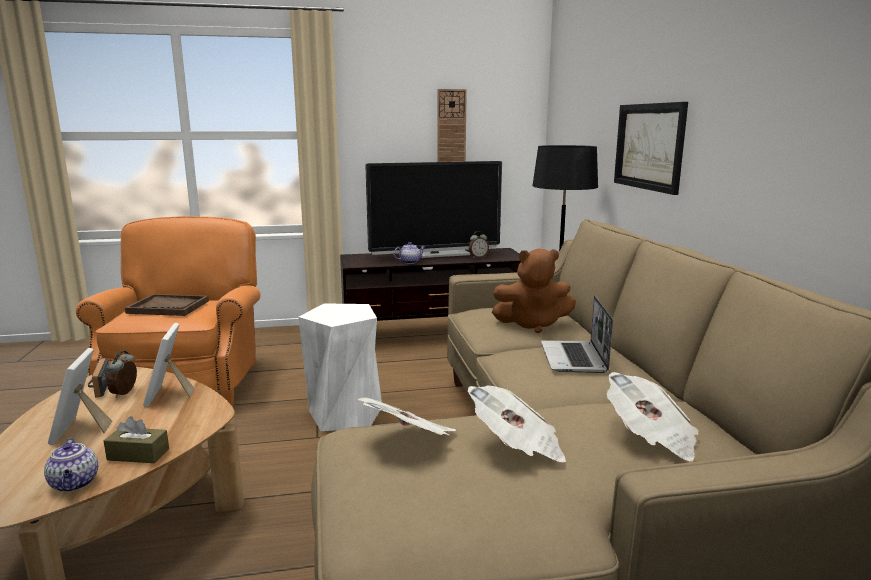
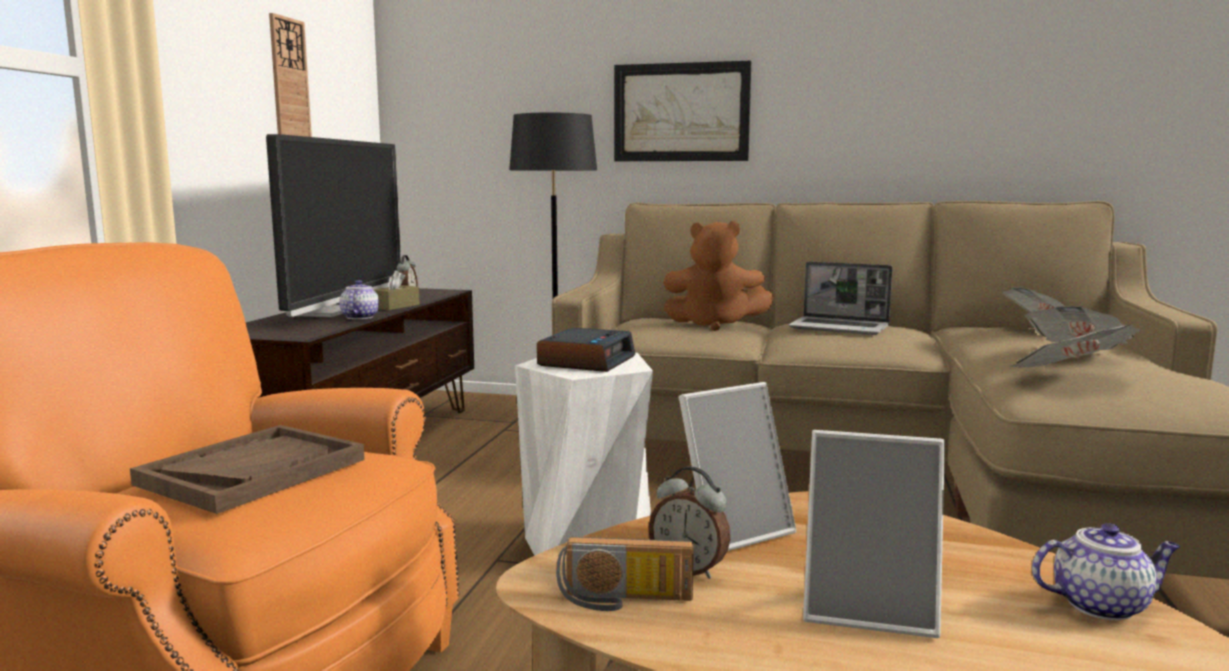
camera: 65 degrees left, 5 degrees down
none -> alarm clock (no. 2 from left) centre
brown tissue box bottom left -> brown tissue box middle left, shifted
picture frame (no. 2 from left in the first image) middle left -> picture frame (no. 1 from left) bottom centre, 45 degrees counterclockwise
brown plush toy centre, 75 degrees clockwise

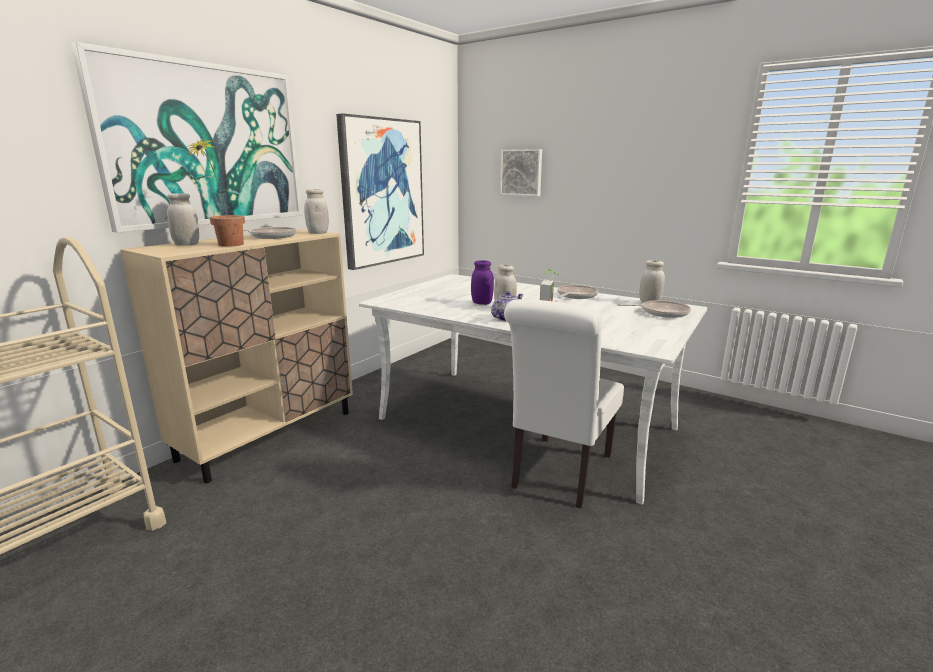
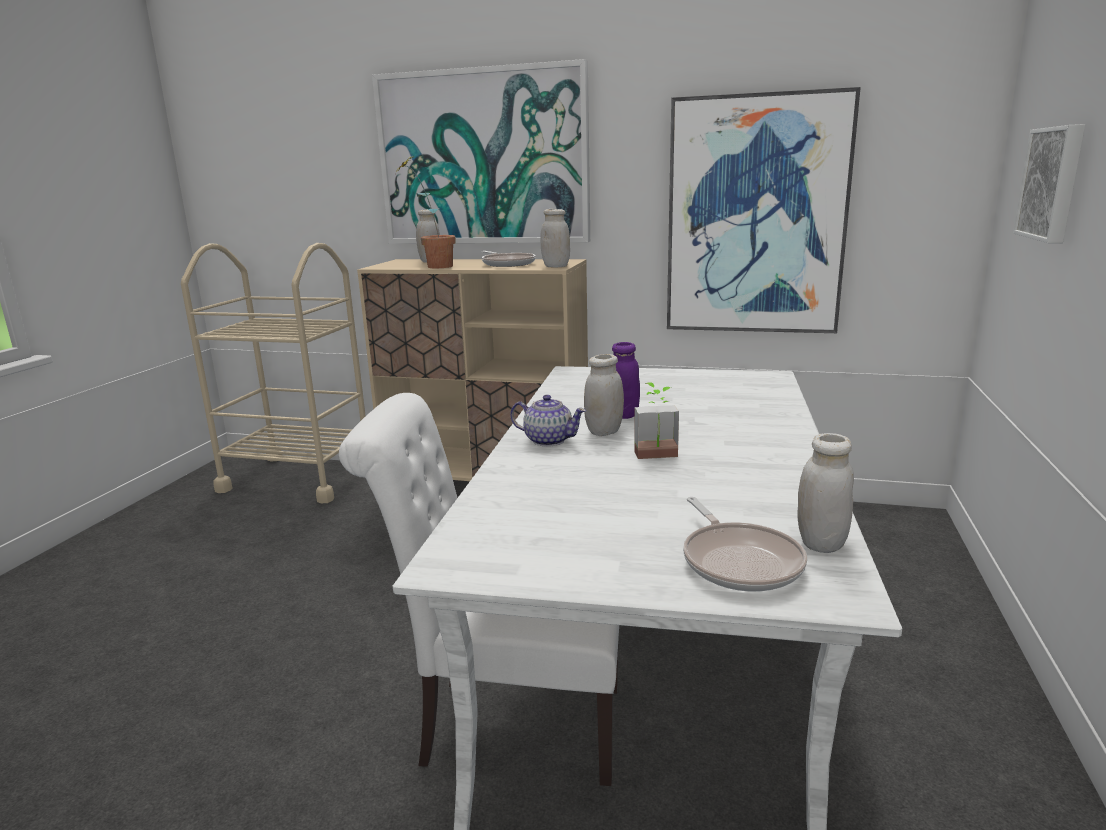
camera: 70 degrees right, 0 degrees up
frying pan (no. 2 from left) centre -> none

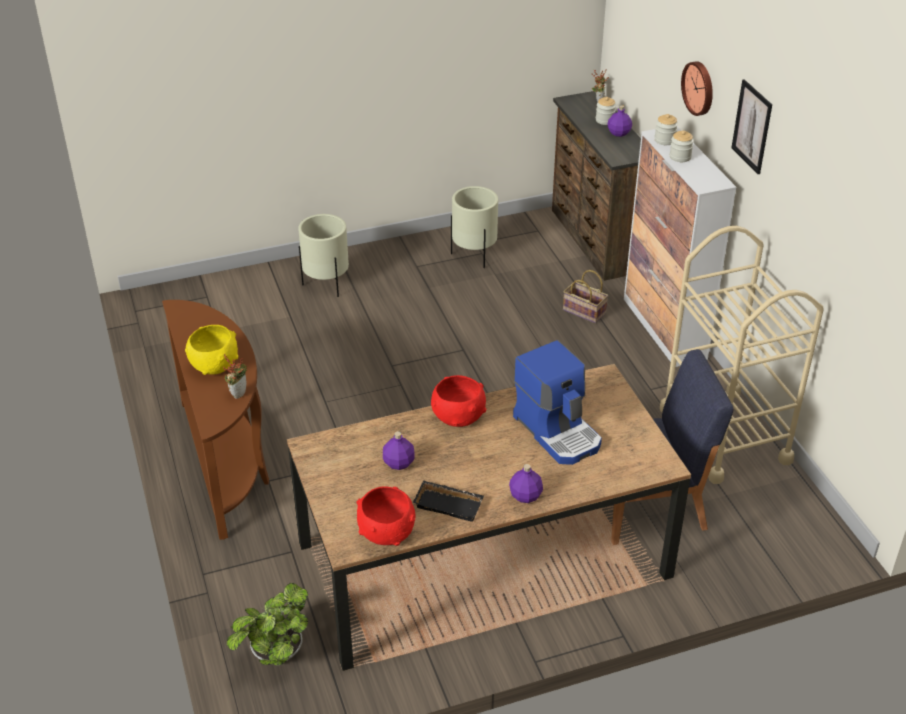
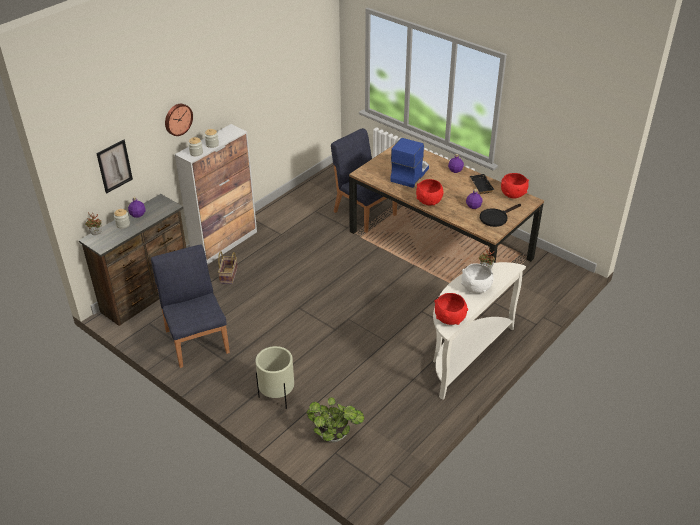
camera: 120 degrees left, 0 degrees up
beige cart middle right -> none
none -> red bowl (no. 2 from left) centre
none -> black frying pan middle right
potted plant (no. 2 from left) bottom left -> potted plant (no. 2 from left) bottom centre, shifted
picture top right -> picture top left, shifted
beige planter (no. 2 from left) top centre -> blue chair (no. 1 from left) middle left
brown console table middle left -> white console table middle right
yellow bowl middle left -> white bowl middle right

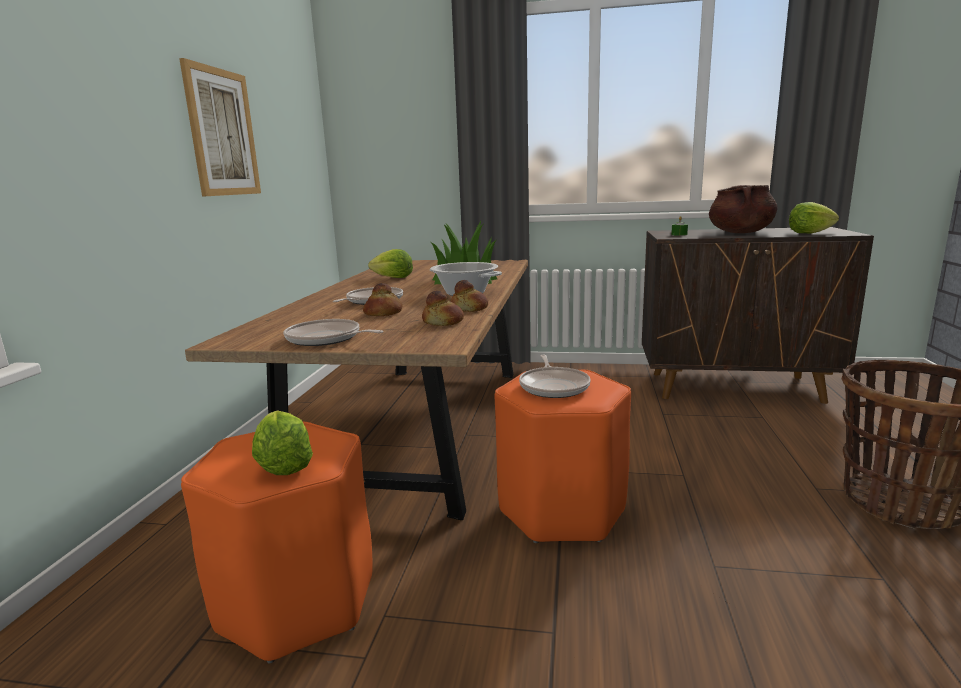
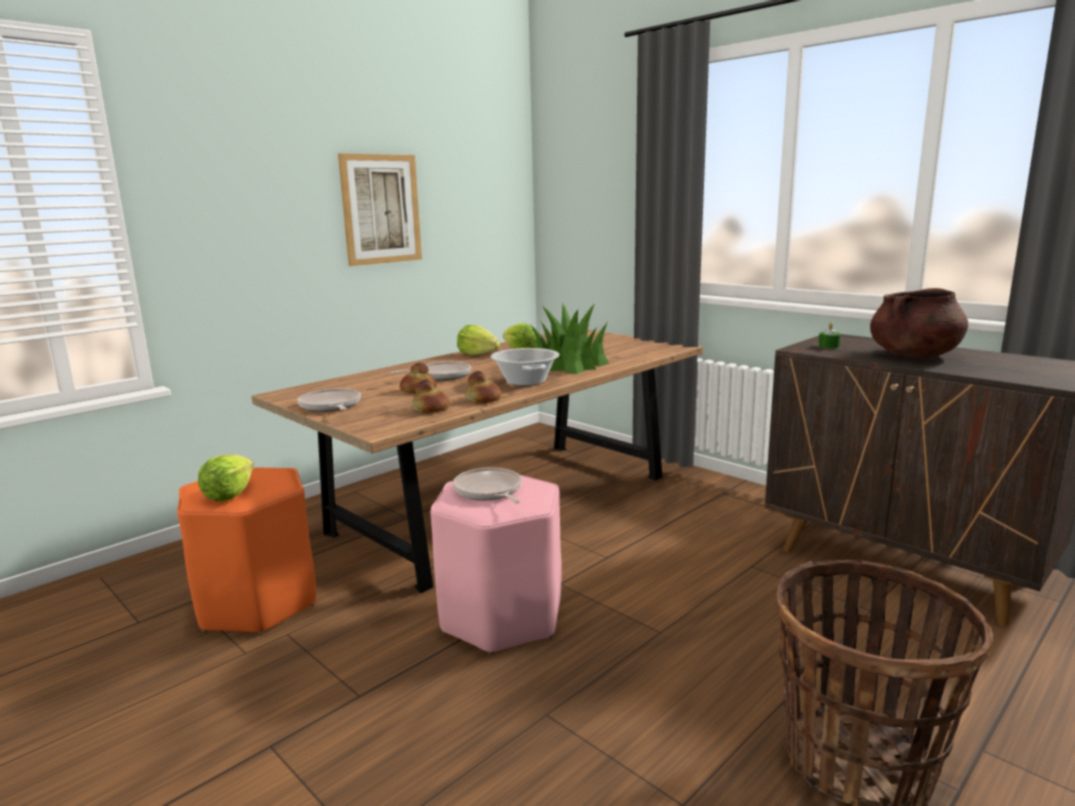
camera: 35 degrees right, 0 degrees up
lettuce (no. 3 from left in the first image) top right -> lettuce (no. 2 from left) centre, shifted
orange stool (no. 2 from left) centre -> pink stool bottom centre
frying pan (no. 3 from left) centre, 120 degrees clockwise

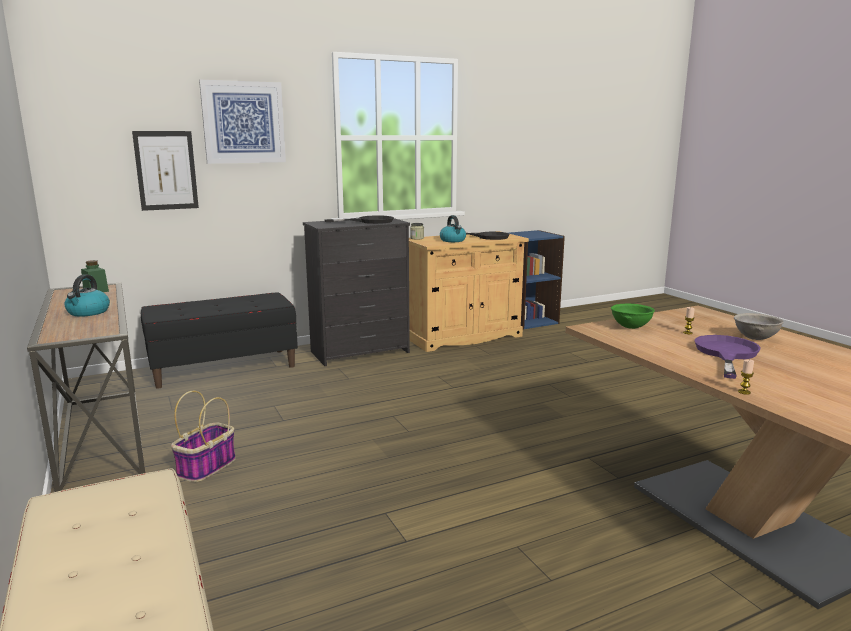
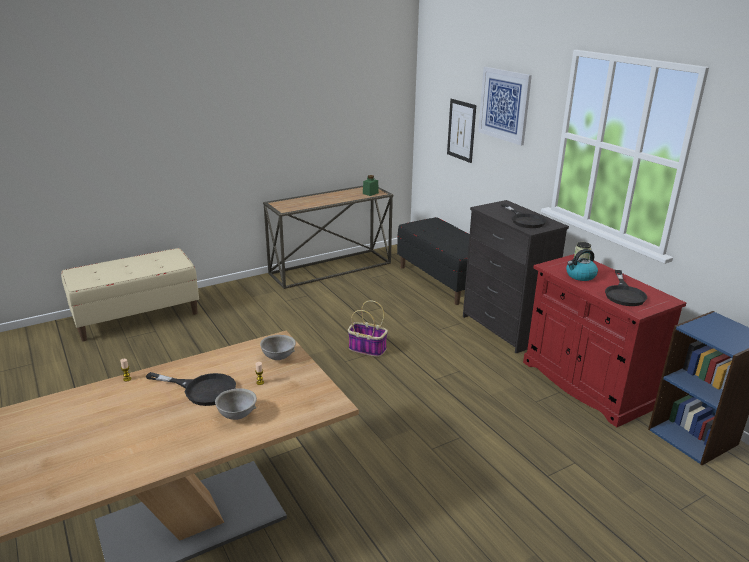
camera: 85 degrees right, 10 degrees up
kettle (no. 1 from left) middle left -> none
basket bottom left -> basket centre, shifted
beige cabinet centre -> red cabinet middle right
green bowl middle right -> grey bowl (no. 2 from left) centre
purple frying pan middle right -> black frying pan (no. 1 from left) bottom left

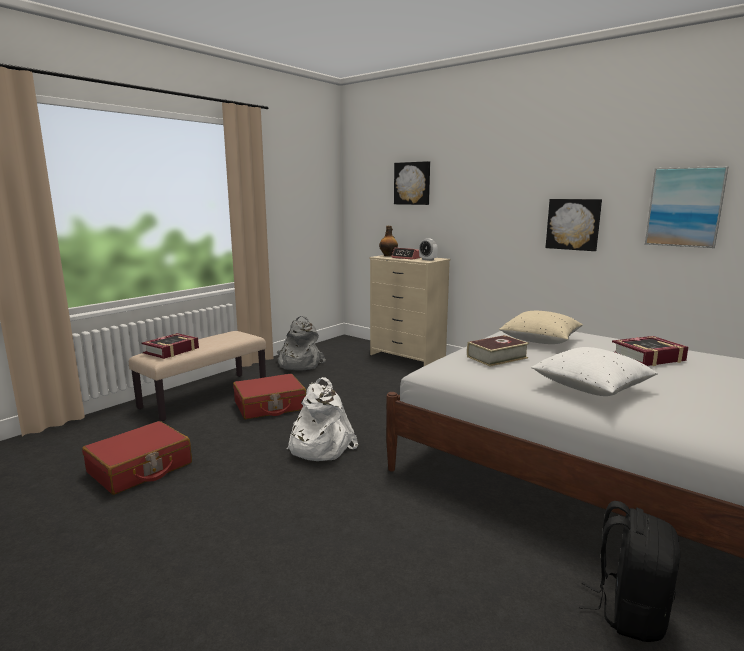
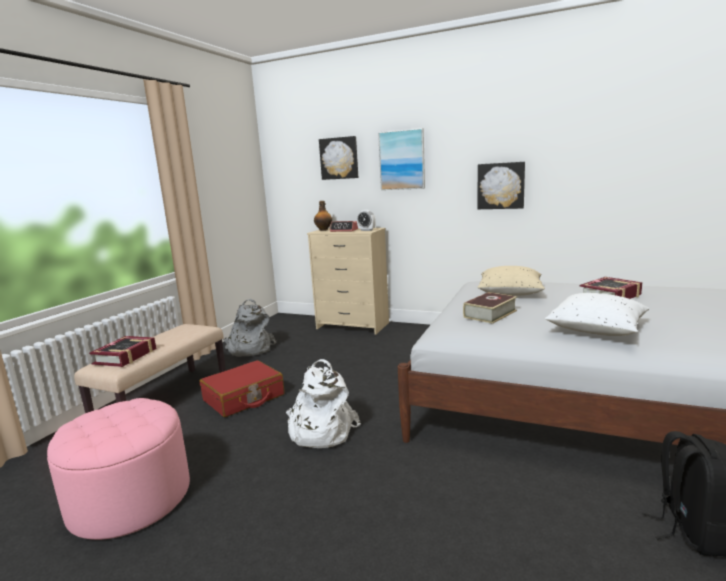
camera: 15 degrees left, 0 degrees up
picture (no. 3 from left in the first image) top right -> picture (no. 2 from left) top centre, shifted
red suitcase (no. 1 from left) bottom left -> pink ottoman bottom left

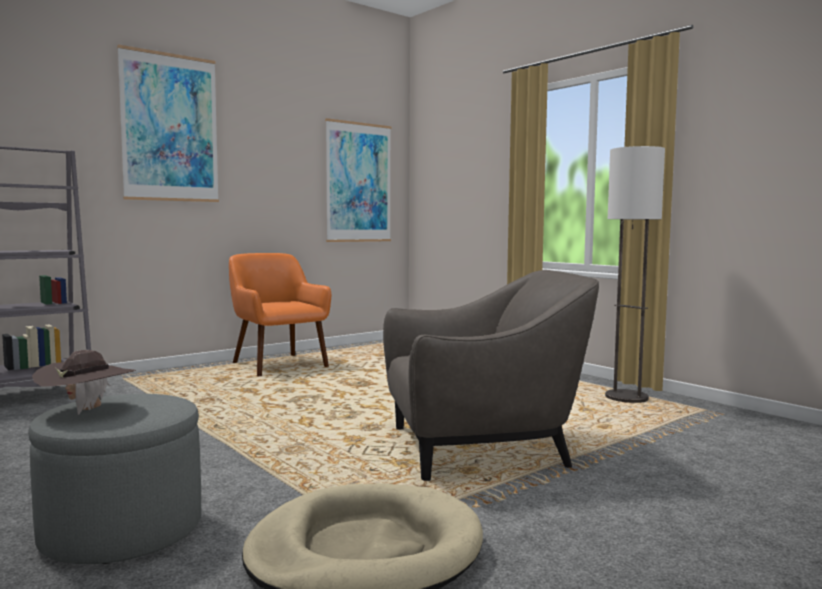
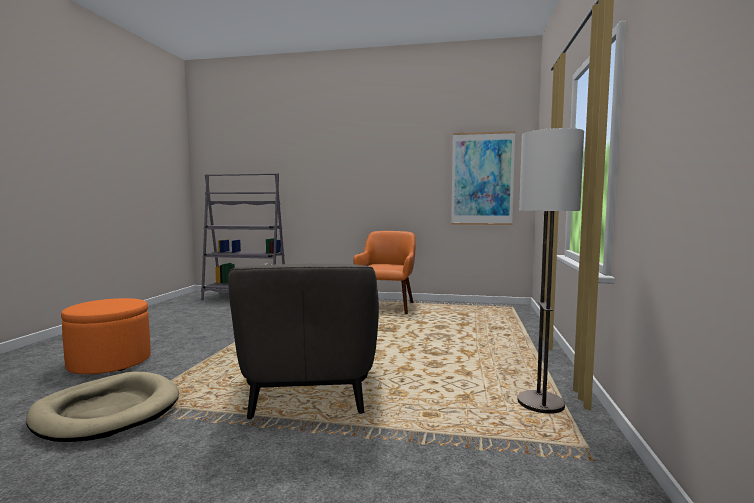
camera: 50 degrees right, 0 degrees up
brown hat middle left -> none
picture (no. 1 from left) top left -> none
grey ottoman bottom left -> orange ottoman bottom left
grey armchair centre -> grey armchair bottom centre, 45 degrees clockwise

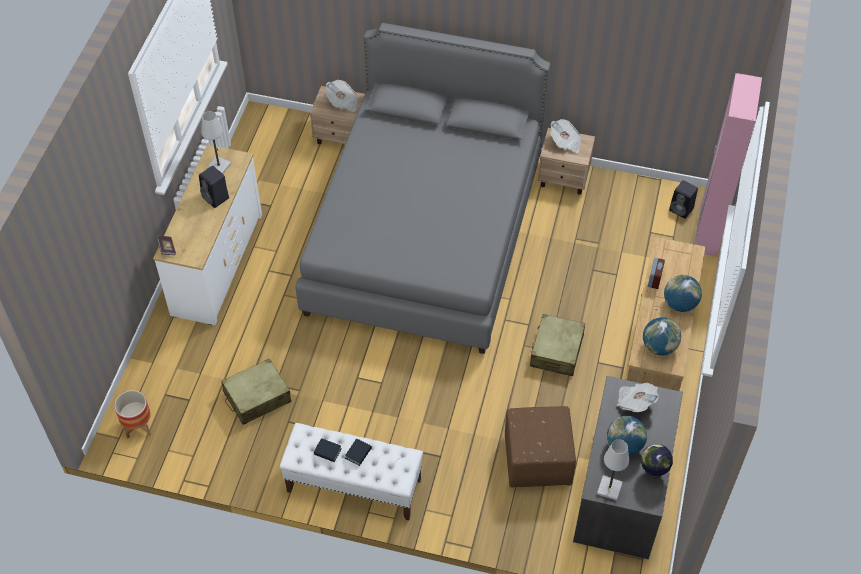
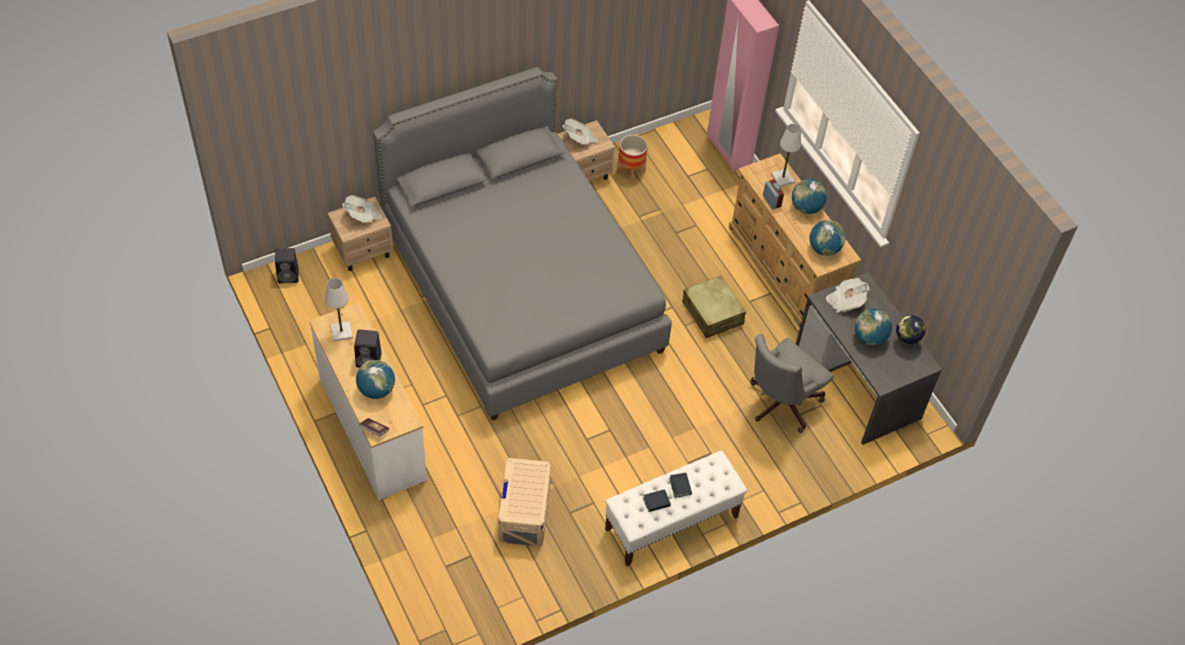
camera: 45 degrees left, 0 degrees up
none -> globe (no. 1 from left) middle left
planter bottom left -> planter top centre, shifted
white table lamp (no. 2 from left) bottom right -> white table lamp (no. 2 from left) top centre, shifted
black speaker (no. 2 from left in the first image) middle right -> black speaker (no. 1 from left) middle left, shifted
beige suitcase (no. 1 from left) bottom left -> beige storage box bottom centre
brown ottoman bottom centre -> grey office chair middle right

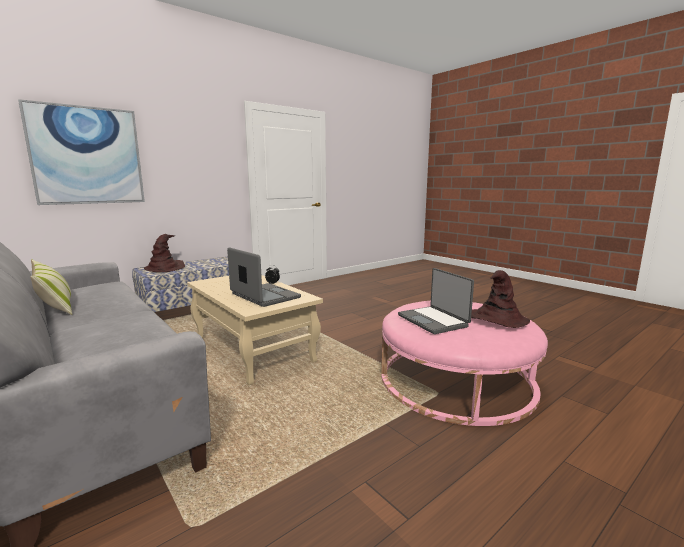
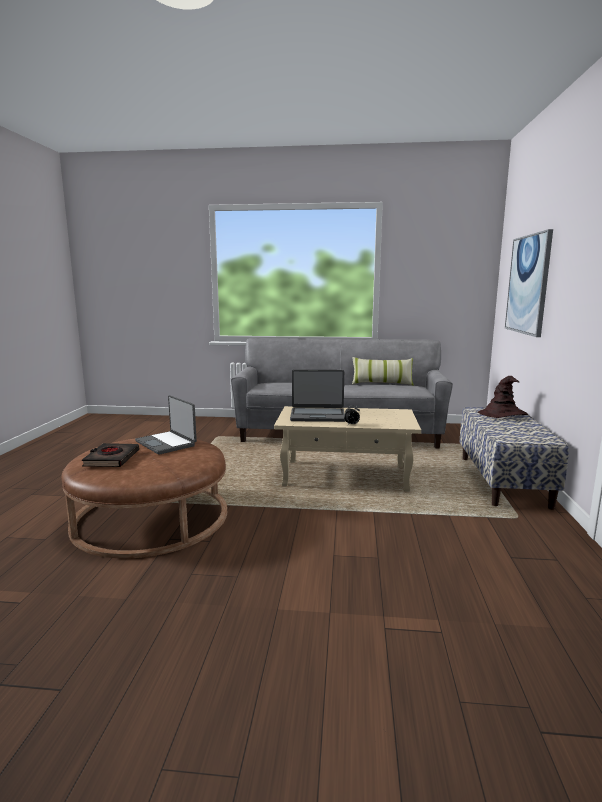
camera: 135 degrees right, 0 degrees up
brown hat (no. 2 from left) middle right -> black book middle left
pink ottoman middle right -> brown ottoman middle left
laptop (no. 2 from left in the first image) centre -> laptop (no. 1 from left) middle left, 150 degrees counterclockwise

